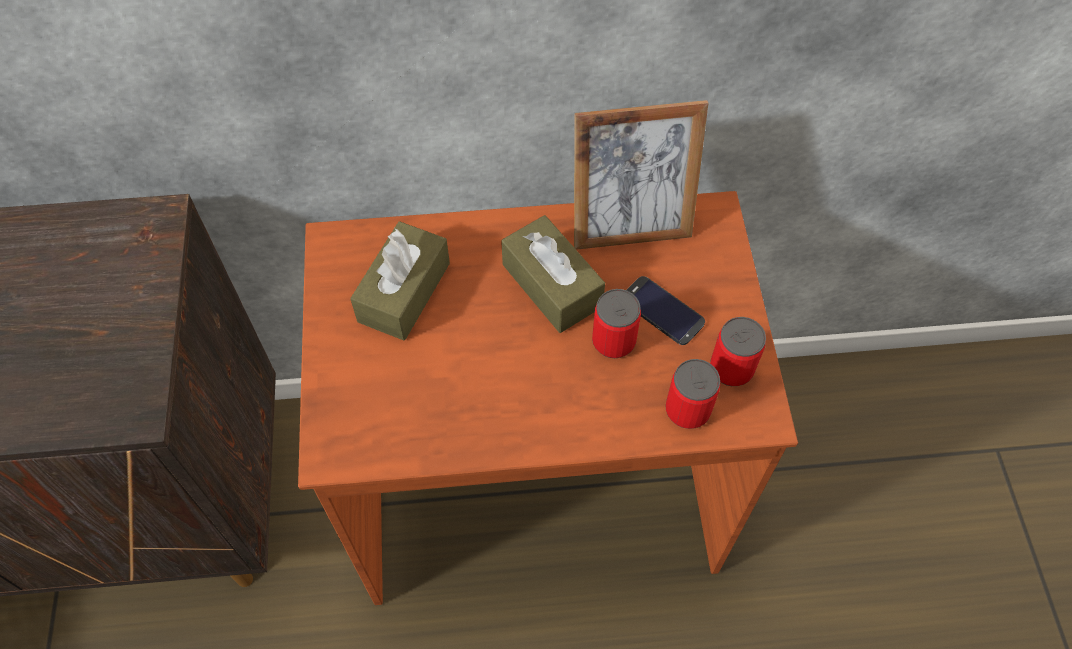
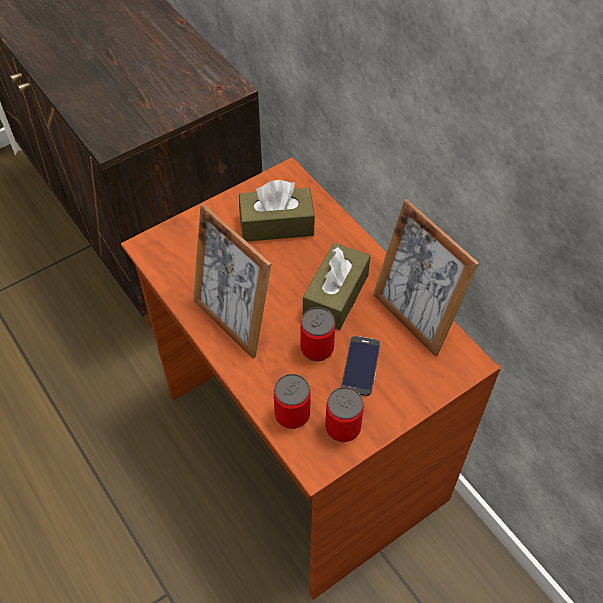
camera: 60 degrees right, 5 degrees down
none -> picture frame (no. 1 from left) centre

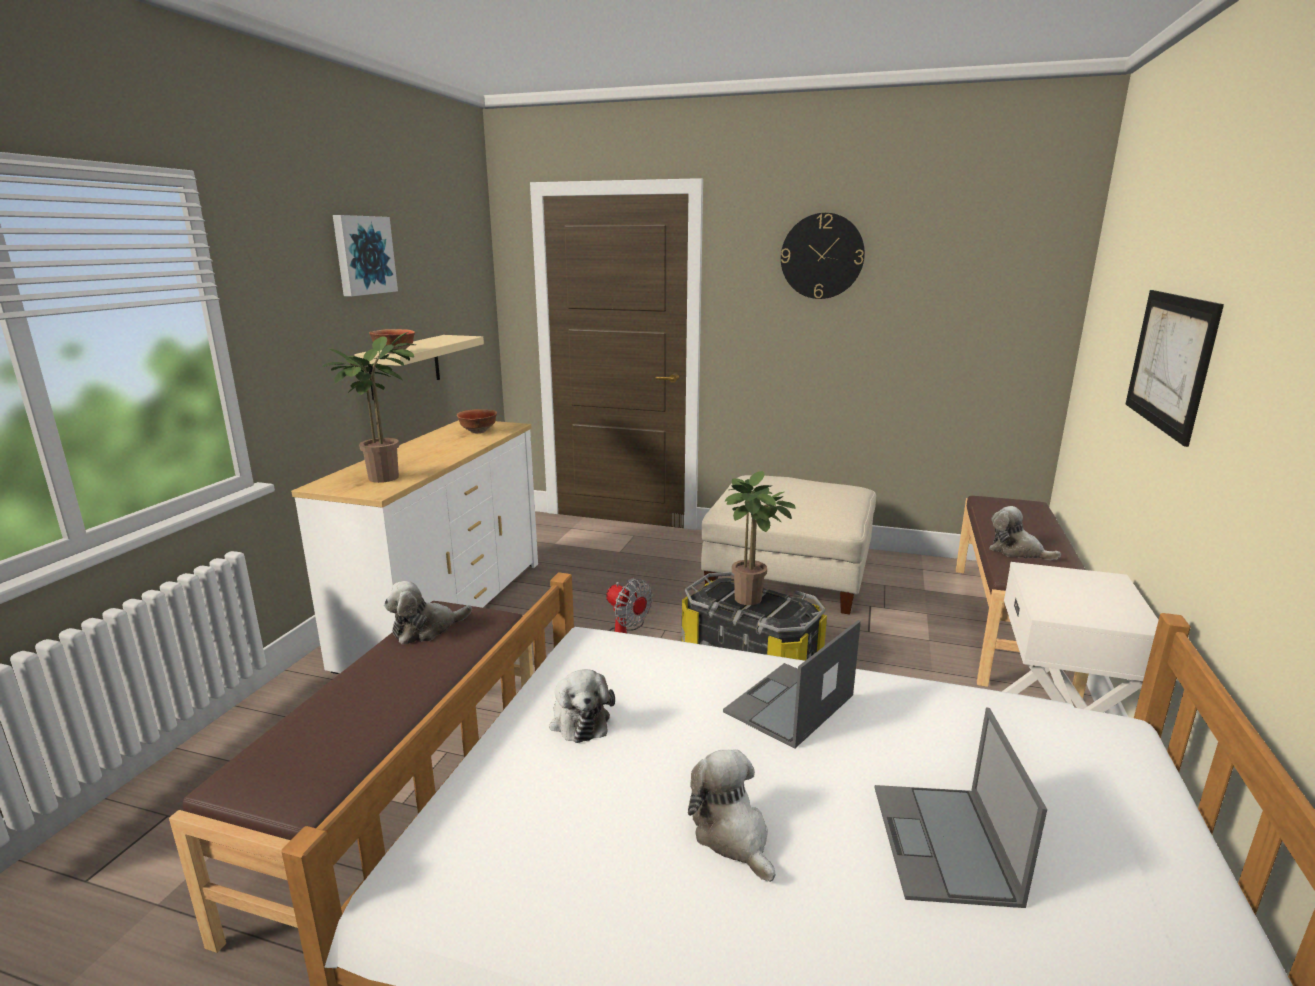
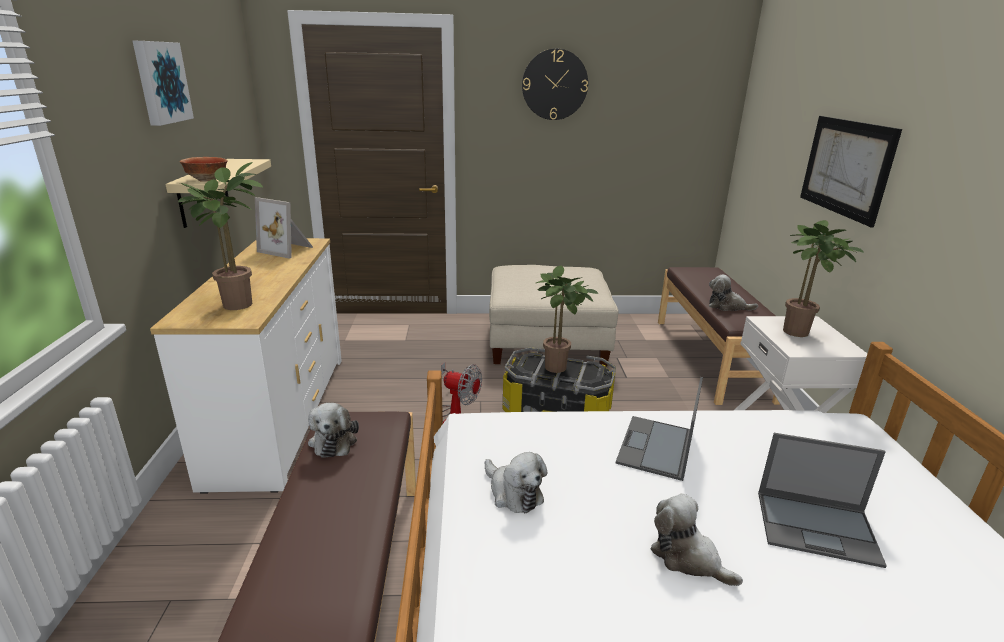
camera: 20 degrees left, 5 degrees up
none -> potted plant (no. 3 from left) middle right
bowl (no. 2 from left) centre -> picture frame middle left
plush toy (no. 1 from left) middle left -> plush toy (no. 1 from left) bottom left, 45 degrees counterclockwise
laptop (no. 2 from left) bottom right, 60 degrees counterclockwise

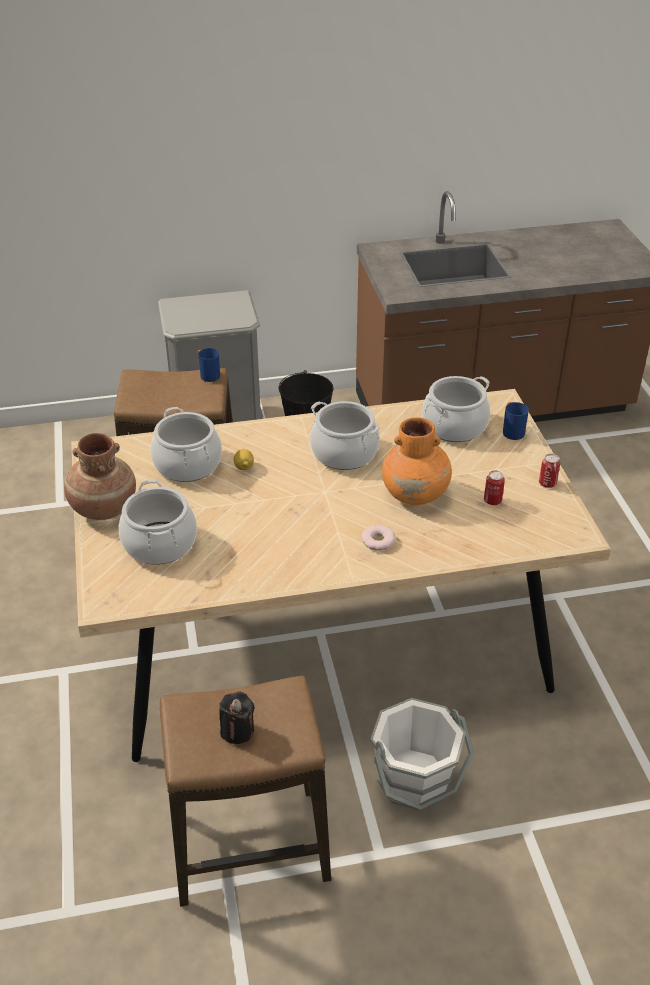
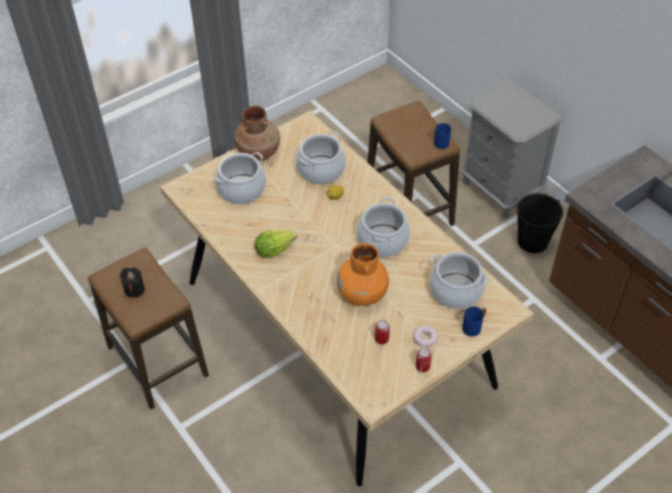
camera: 65 degrees right, 10 degrees up
white bucket bottom centre -> none
none -> lettuce centre
donut centre -> donut bottom centre, shifted

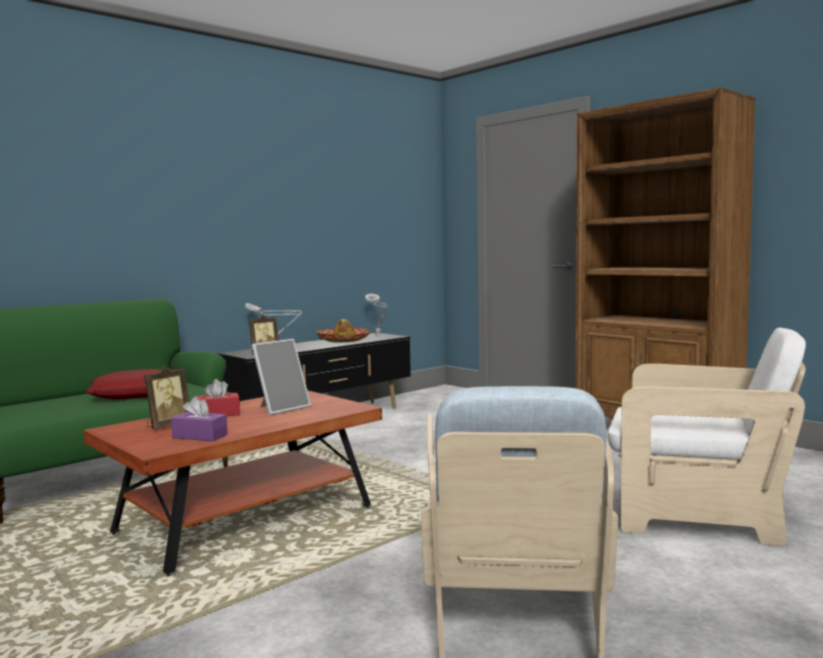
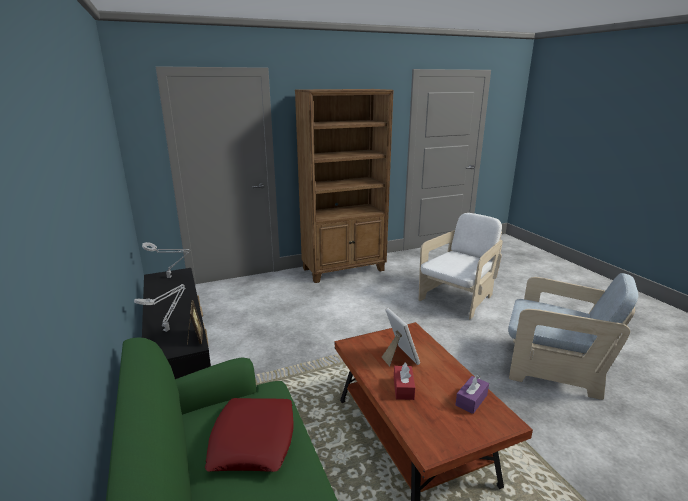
camera: 70 degrees left, 15 degrees up
picture frame (no. 1 from left) middle left -> none
hat centre -> none

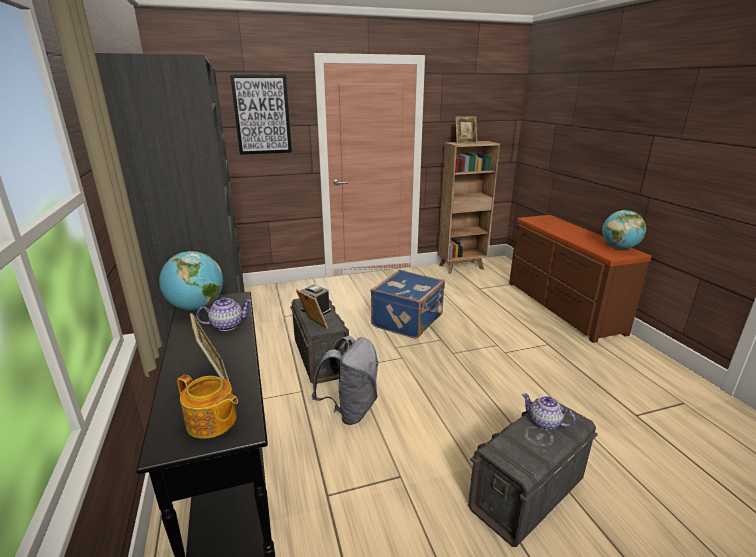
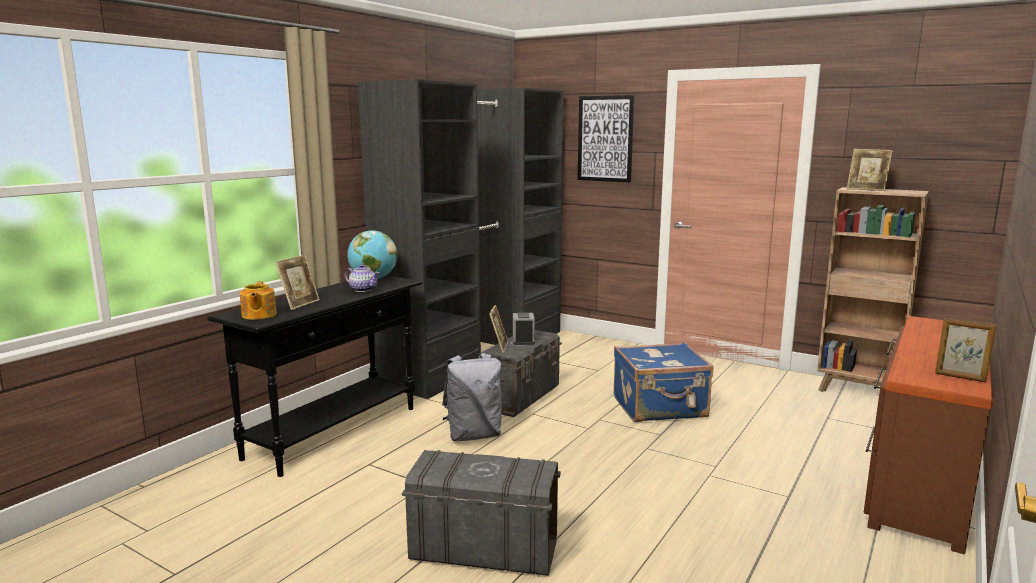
camera: 50 degrees right, 10 degrees down
teapot (no. 3 from left) bottom right -> none
globe (no. 2 from left) middle right -> picture frame (no. 4 from left) middle right

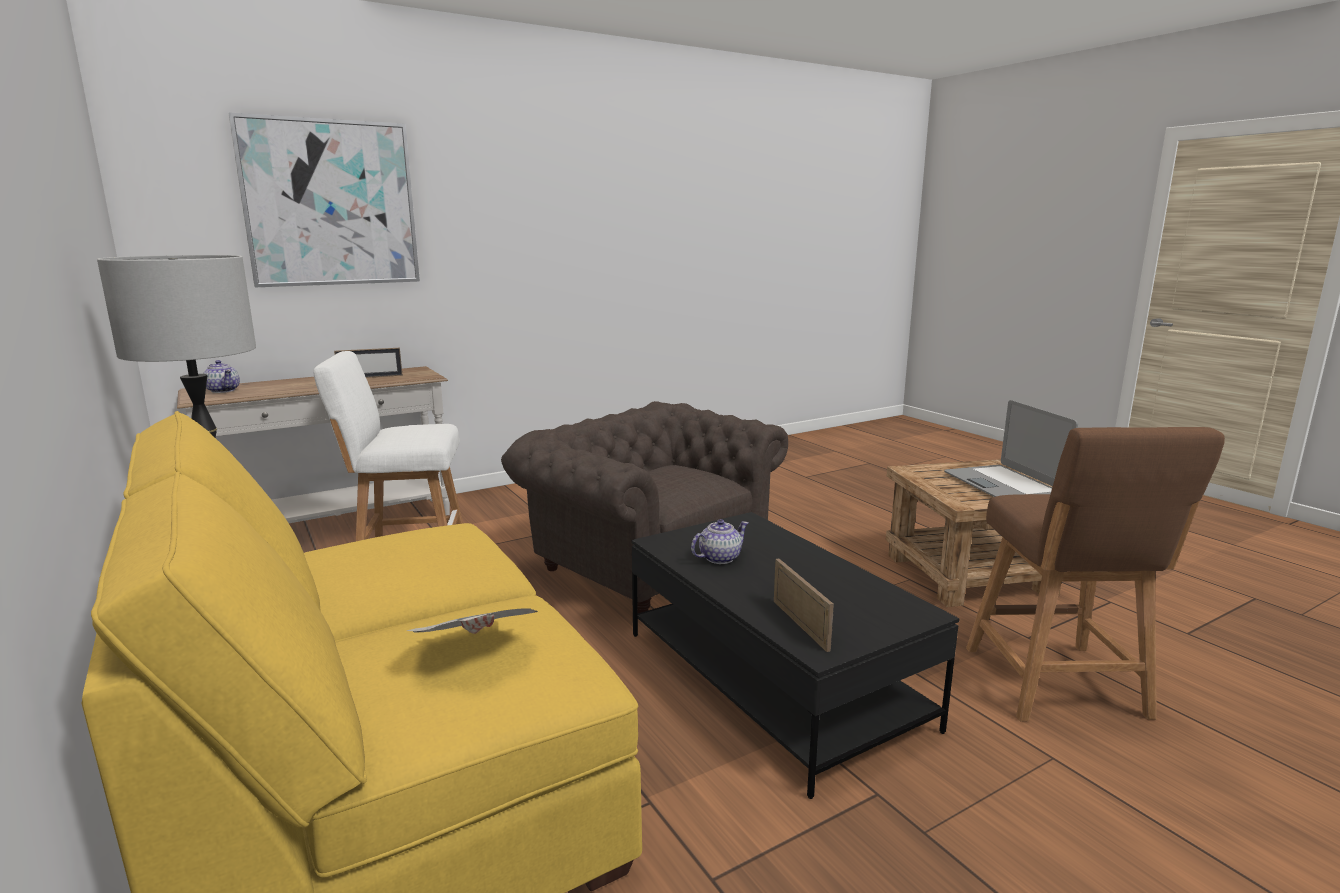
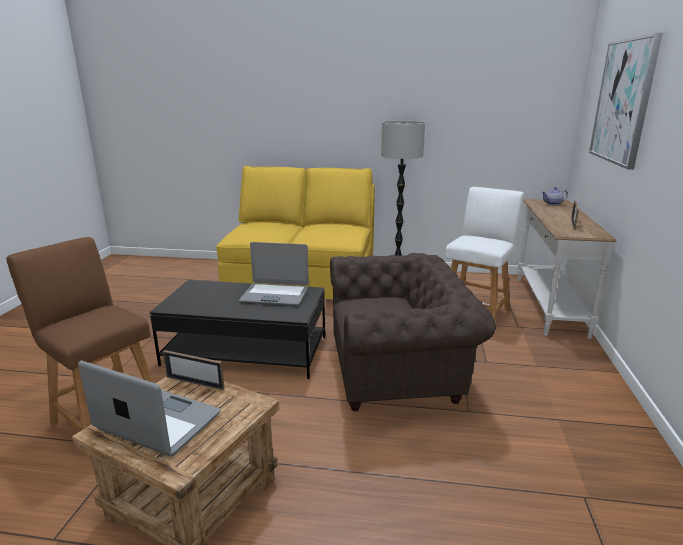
camera: 130 degrees right, 5 degrees up
newspaper bottom centre -> none
picture frame (no. 2 from left in the first image) bottom centre -> picture frame (no. 1 from left) bottom left, shifted
teapot (no. 2 from left) centre -> laptop (no. 2 from left) centre

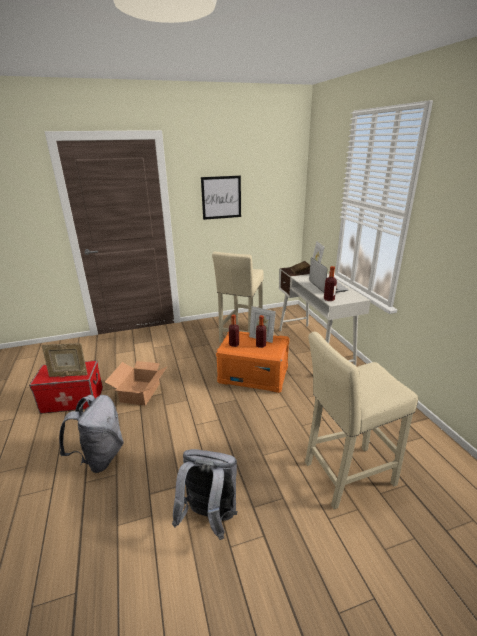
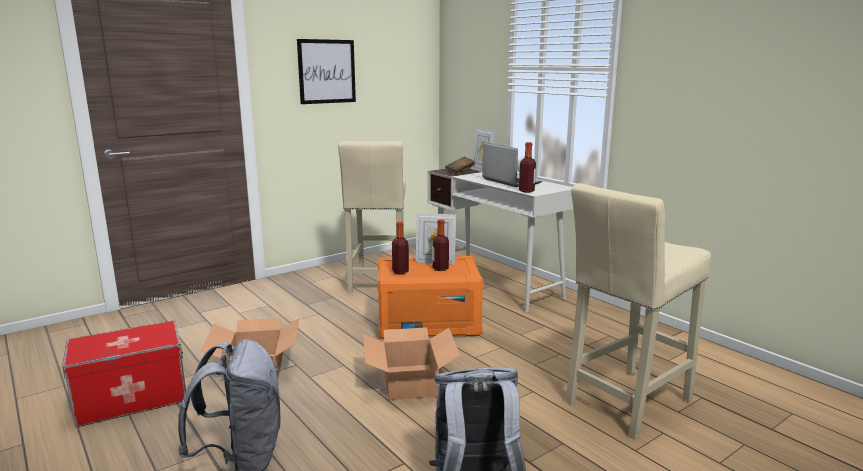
camera: 20 degrees left, 10 degrees down
picture frame (no. 1 from left) middle left -> none
none -> cardboard box (no. 2 from left) bottom centre

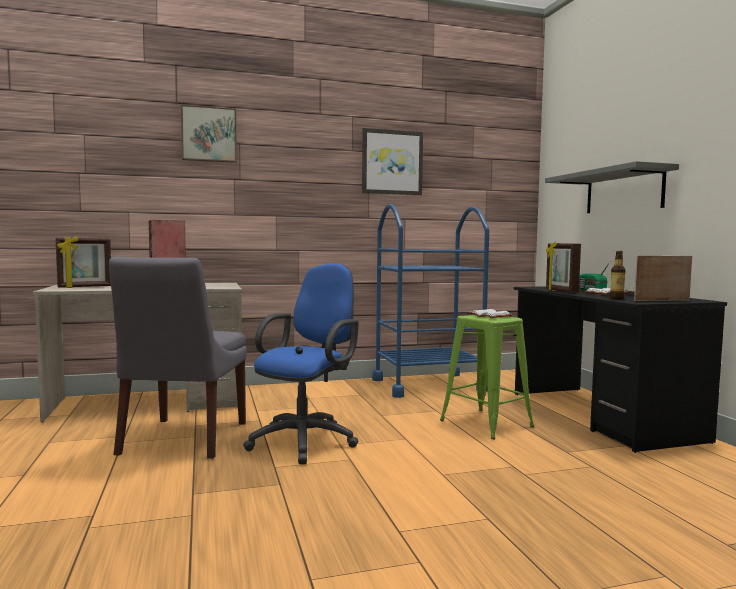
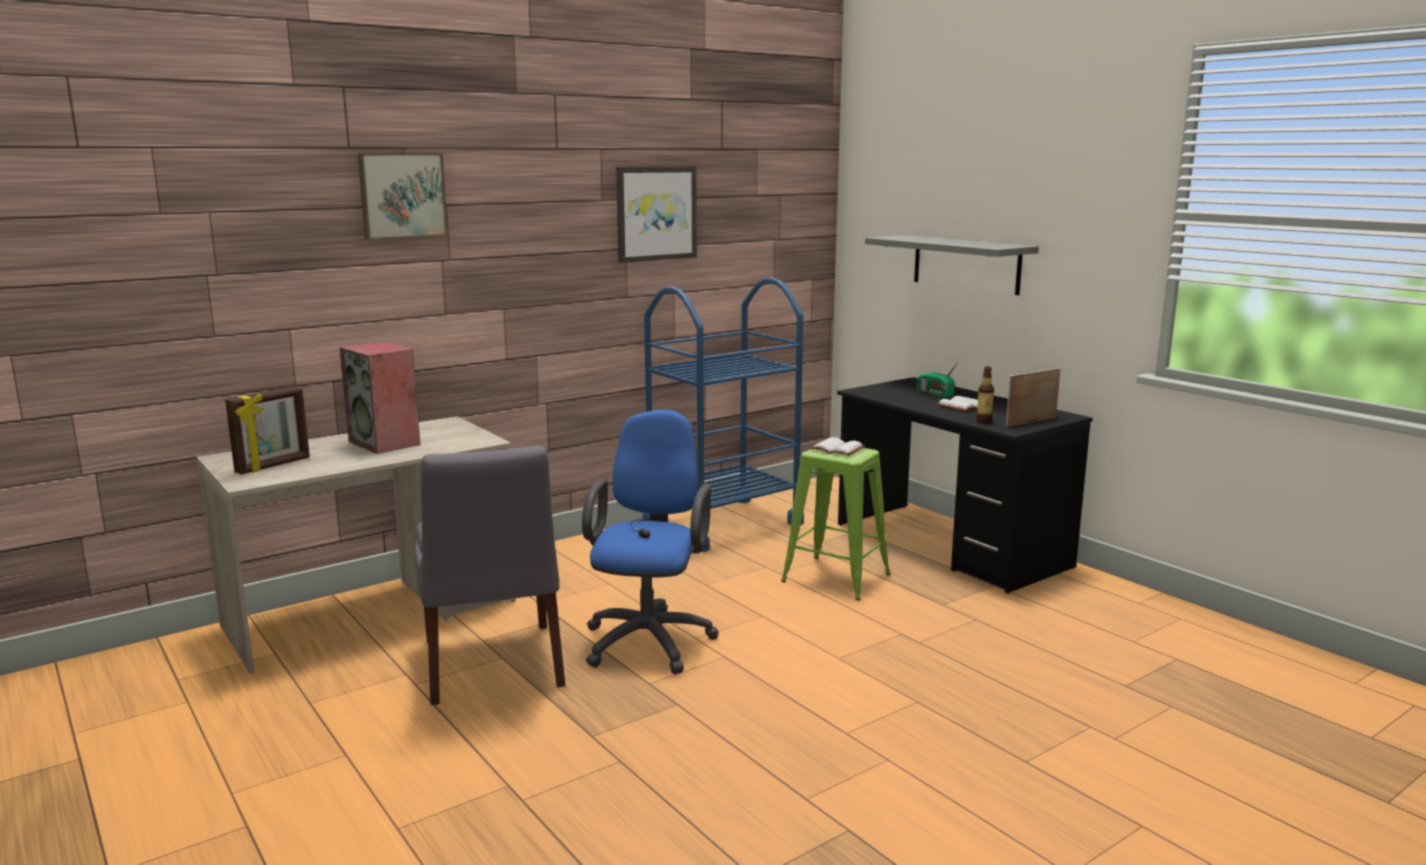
camera: 20 degrees left, 10 degrees up
picture frame (no. 2 from left) middle right -> none

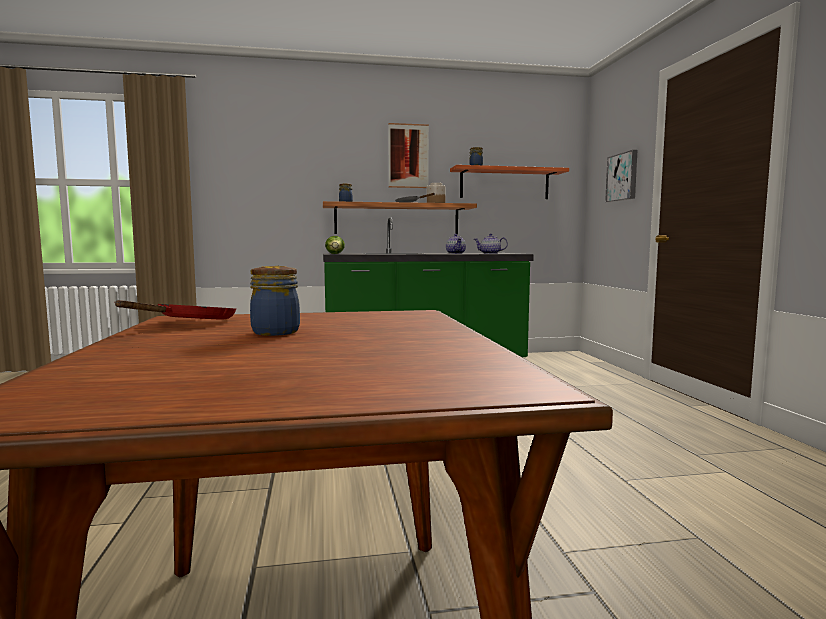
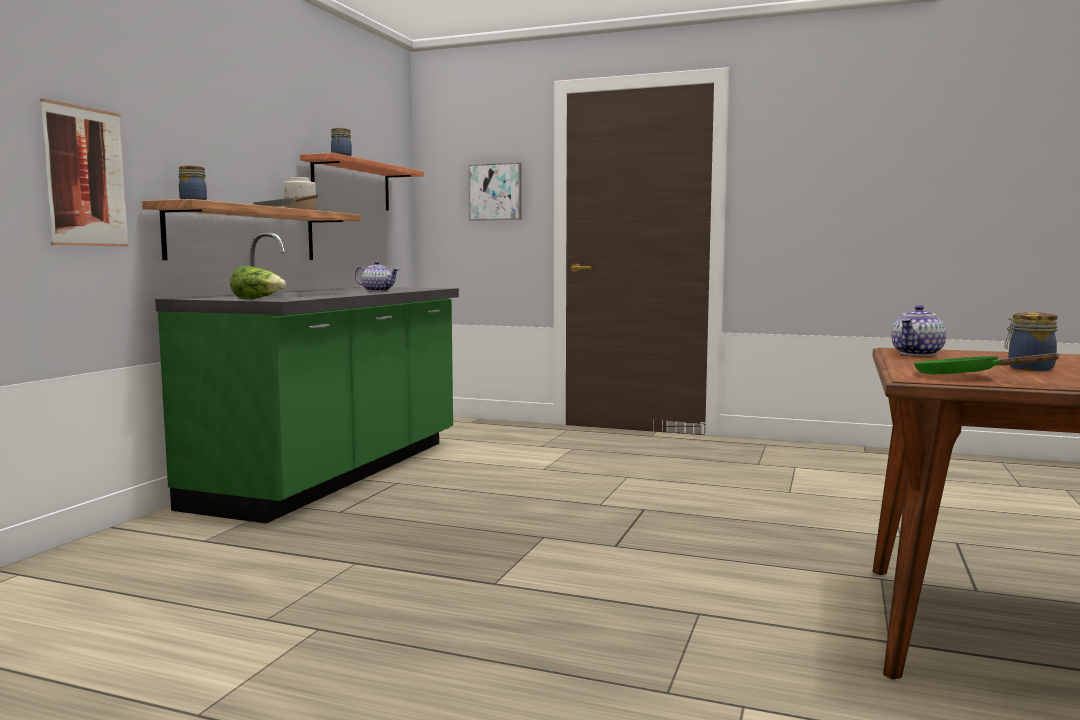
camera: 60 degrees left, 0 degrees up
picture (no. 1 from left) top centre -> picture (no. 1 from left) top left, shifted
teapot (no. 2 from left) centre -> teapot (no. 2 from left) middle right, shifted
red frying pan middle left -> green frying pan middle right

